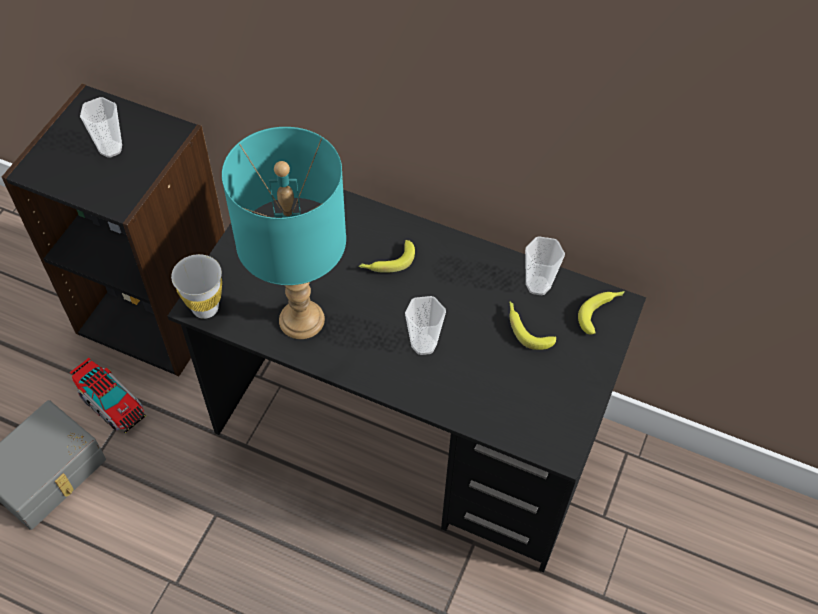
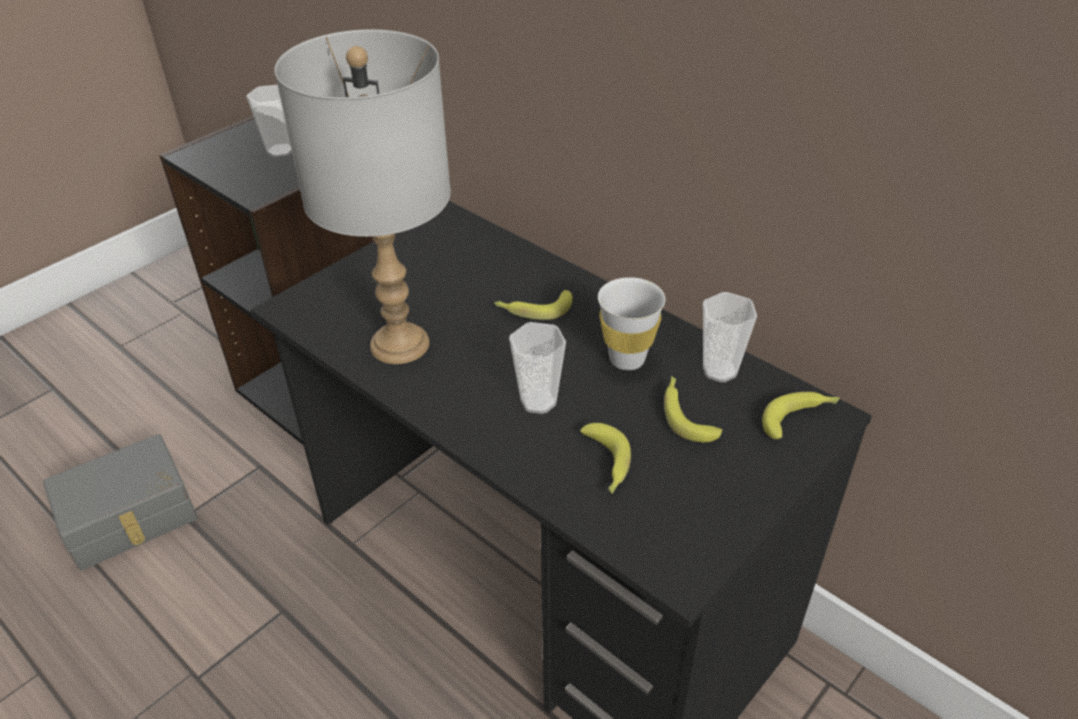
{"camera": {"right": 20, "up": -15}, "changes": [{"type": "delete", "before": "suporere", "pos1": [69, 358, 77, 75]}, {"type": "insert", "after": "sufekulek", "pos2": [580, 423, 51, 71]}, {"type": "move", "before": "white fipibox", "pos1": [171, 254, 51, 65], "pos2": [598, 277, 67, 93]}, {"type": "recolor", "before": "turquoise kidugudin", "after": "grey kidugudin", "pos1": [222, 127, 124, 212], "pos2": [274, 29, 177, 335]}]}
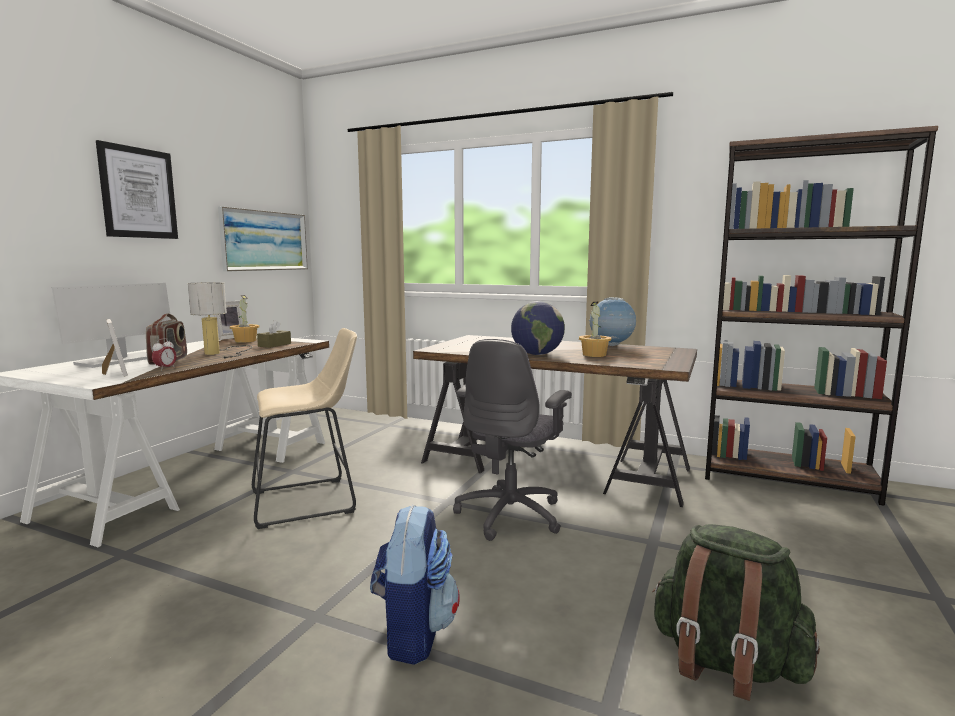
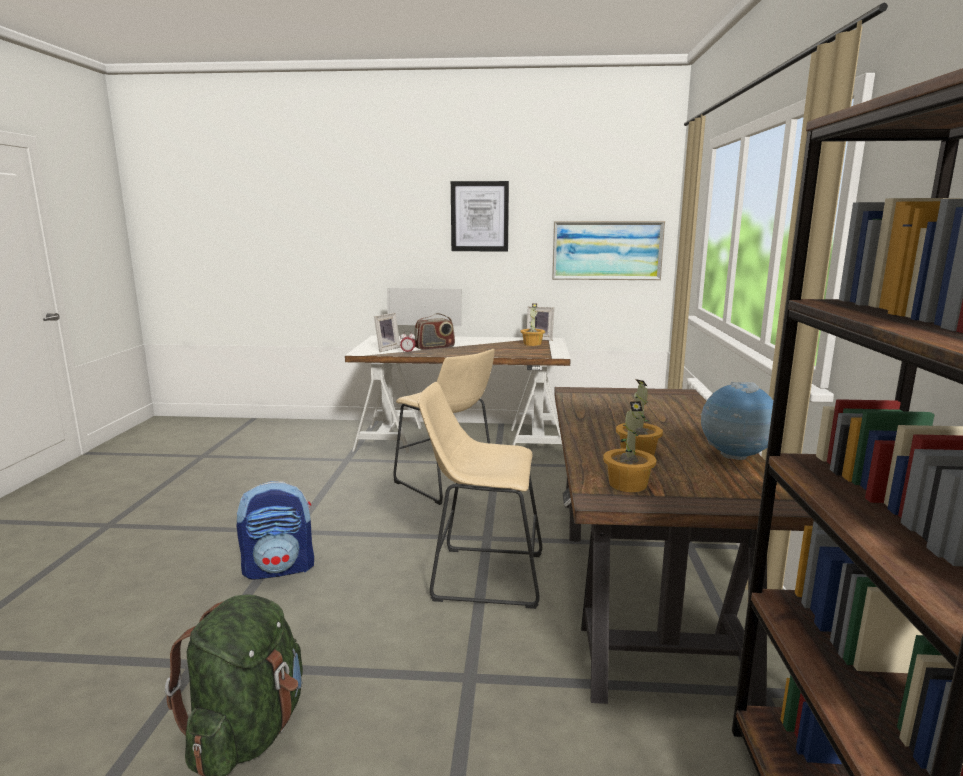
{"camera": {"right": 70, "up": 5}, "changes": [{"type": "delete", "before": "kidugudin", "pos1": [187, 282, 65, 77]}, {"type": "delete", "before": "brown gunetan", "pos1": [257, 320, 34, 28]}, {"type": "delete", "before": "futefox", "pos1": [511, 301, 54, 54]}, {"type": "insert", "after": "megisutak", "pos2": [603, 401, 54, 91]}, {"type": "replace", "before": "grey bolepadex", "after": "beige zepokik", "pos1": [453, 339, 119, 202], "pos2": [418, 382, 124, 227]}]}
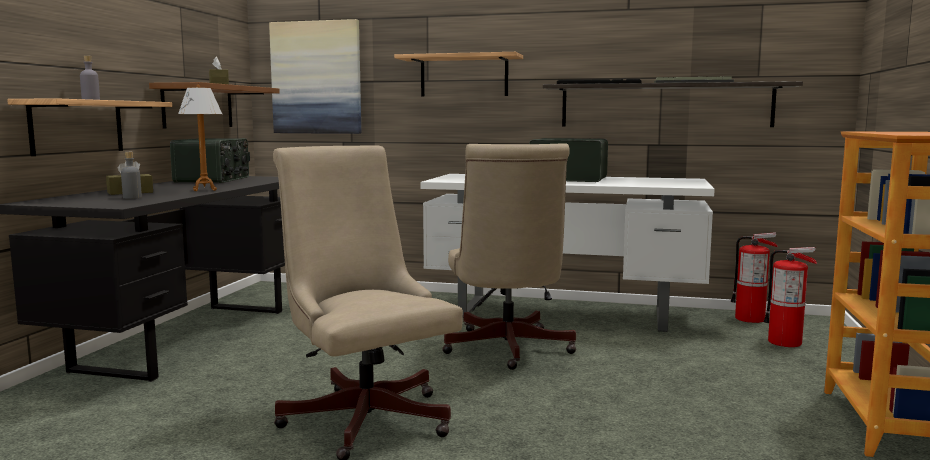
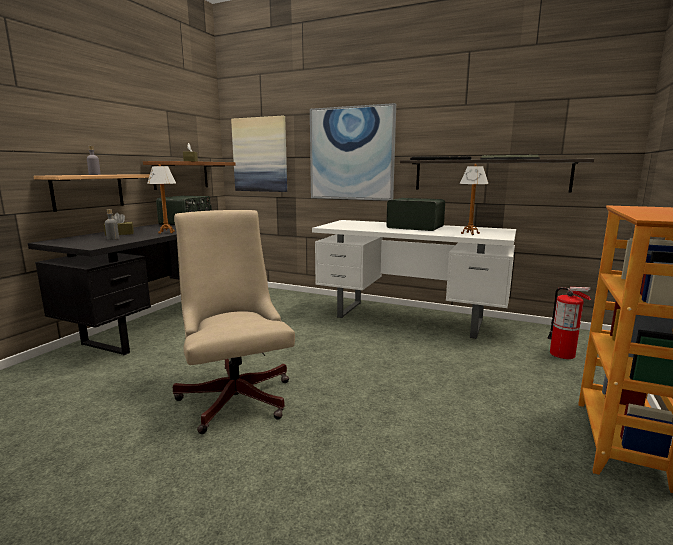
{"camera": {"right": 10, "up": 5}, "changes": [{"type": "delete", "before": "beige bolepadex", "pos1": [442, 143, 134, 227]}, {"type": "delete", "before": "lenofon", "pos1": [730, 232, 48, 91]}, {"type": "insert", "after": "kidugudin", "pos2": [460, 164, 28, 71]}, {"type": "replace", "before": "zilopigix", "after": "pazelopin", "pos1": [394, 52, 129, 45], "pos2": [310, 103, 86, 98]}]}
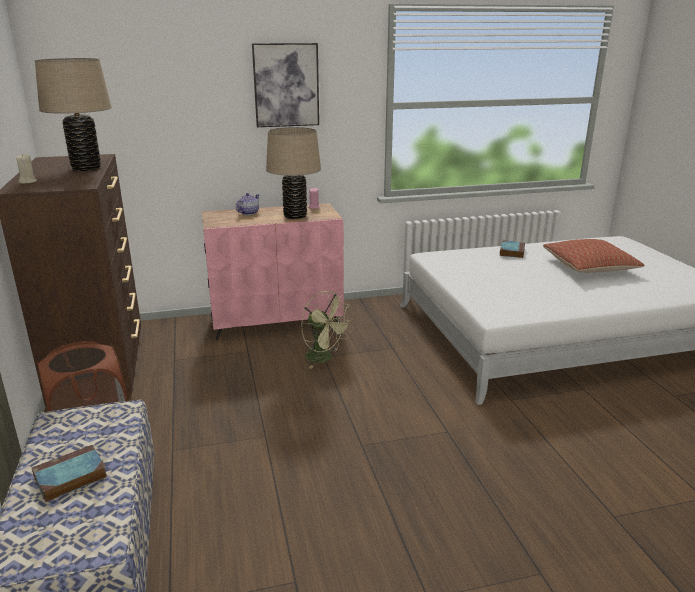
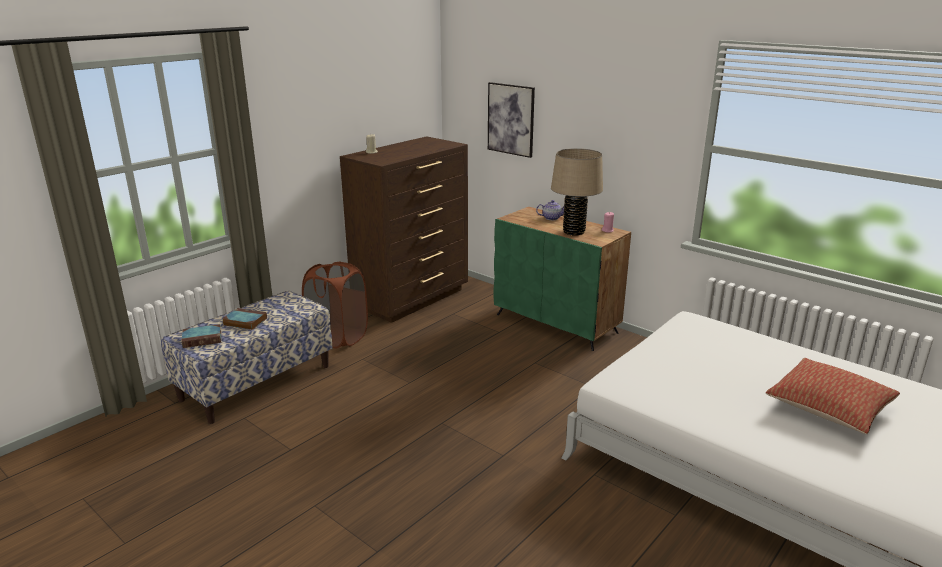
{"camera": {"right": 55, "up": 0}, "changes": [{"type": "delete", "before": "beige kidugudin", "pos1": [35, 58, 77, 113]}, {"type": "delete", "before": "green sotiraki", "pos1": [301, 291, 51, 78]}, {"type": "move", "before": "pazelopin", "pos1": [252, 43, 67, 84], "pos2": [488, 82, 47, 76]}, {"type": "move", "before": "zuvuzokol", "pos1": [500, 240, 25, 18], "pos2": [181, 324, 40, 24]}, {"type": "recolor", "before": "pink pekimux", "after": "green pekimux", "pos1": [202, 203, 142, 137], "pos2": [494, 207, 137, 144]}]}
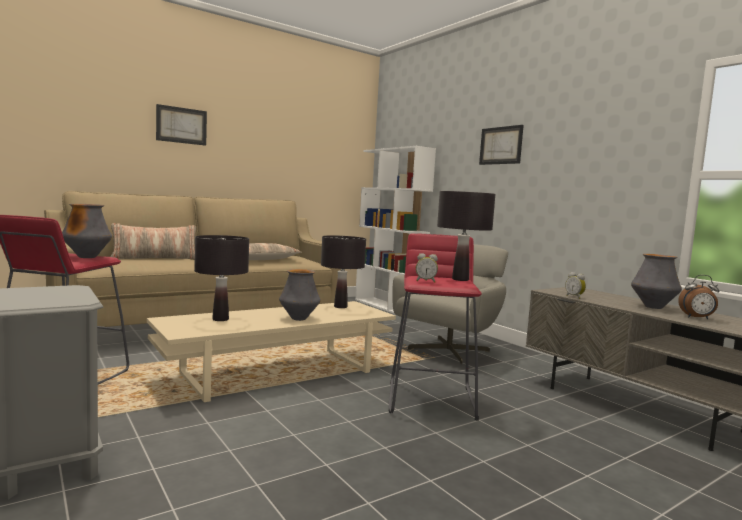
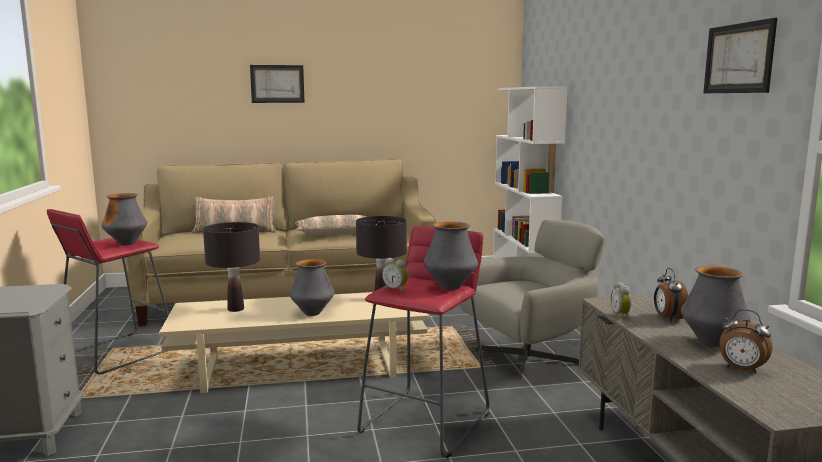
{"camera": {"right": 25, "up": 5}, "changes": [{"type": "insert", "after": "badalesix", "pos2": [654, 268, 34, 54]}, {"type": "move", "before": "pazelopin", "pos1": [479, 125, 45, 40], "pos2": [703, 18, 74, 75]}, {"type": "replace", "before": "black kidugudin", "after": "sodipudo", "pos1": [437, 191, 58, 90], "pos2": [424, 221, 54, 69]}]}
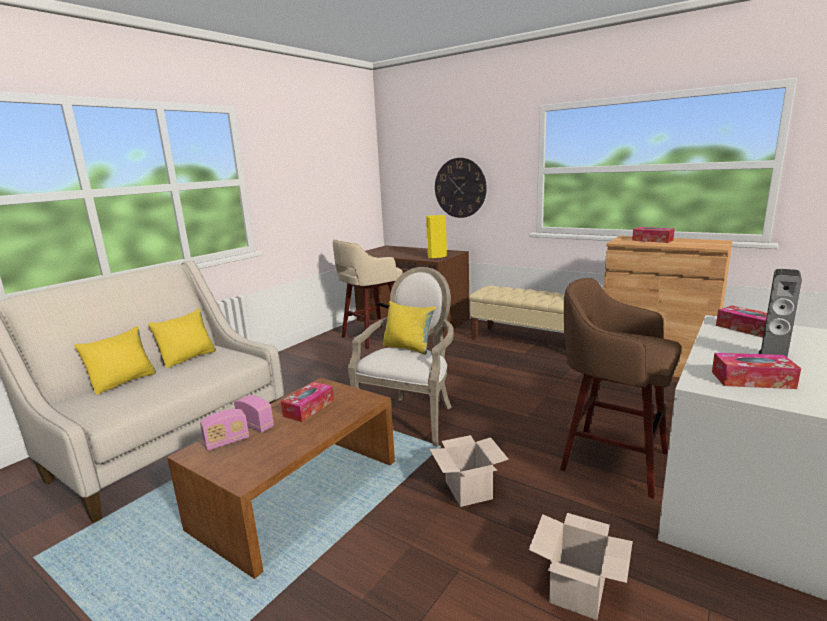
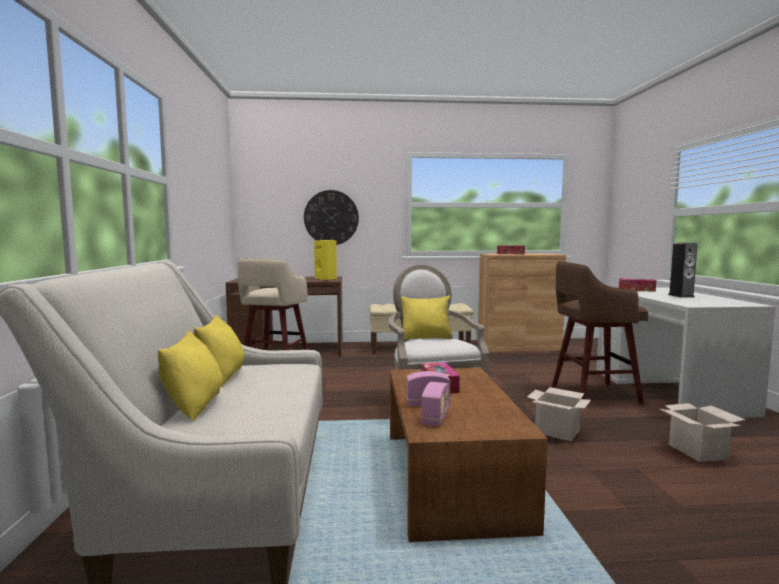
{"camera": {"right": -40, "up": -10}, "changes": [{"type": "delete", "before": "gunetan", "pos1": [712, 353, 89, 36]}]}
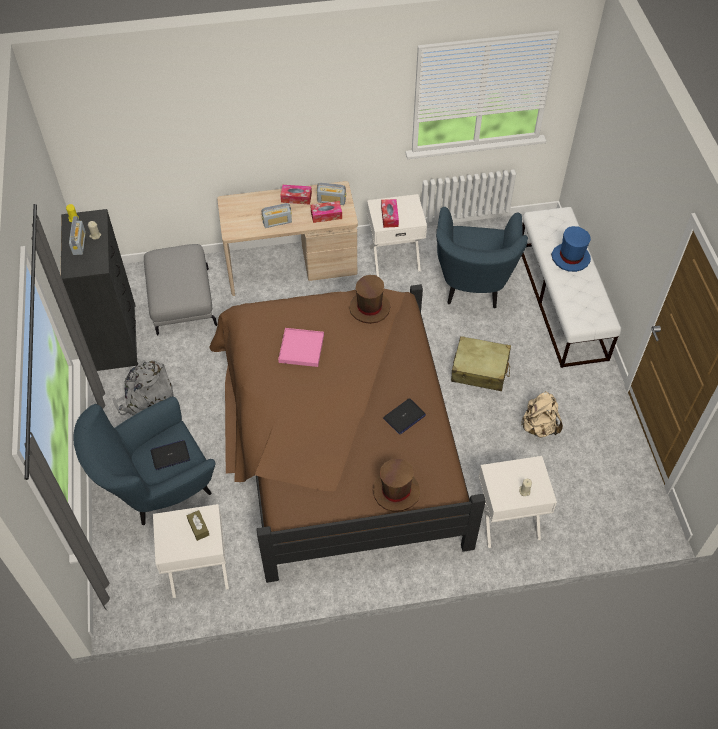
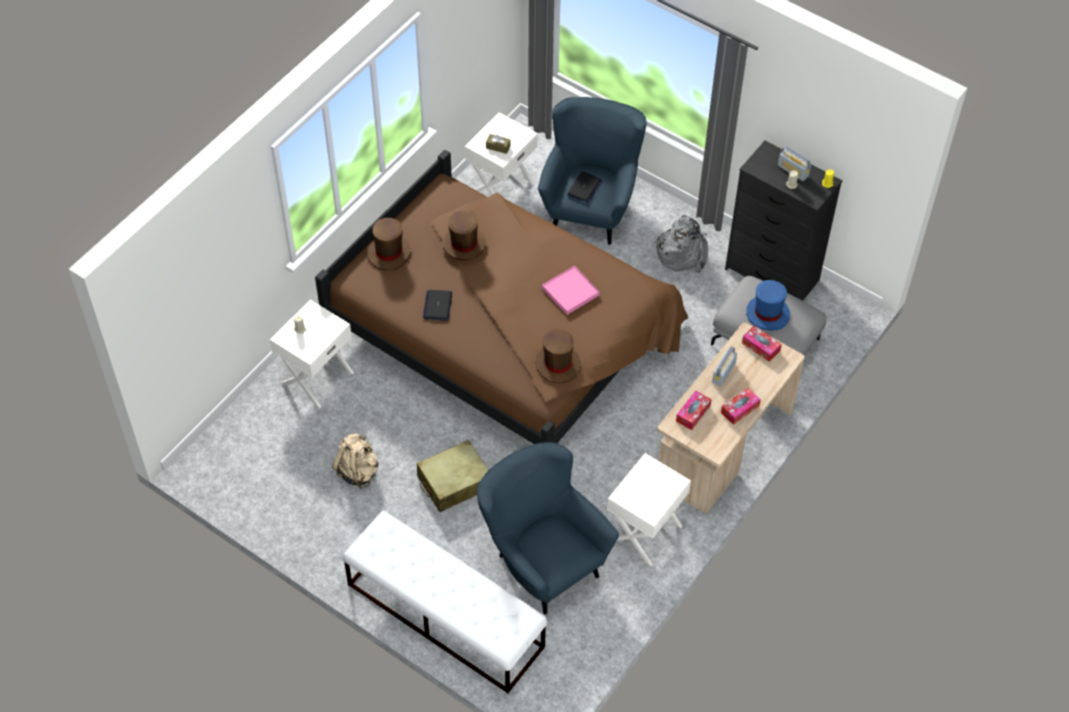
{"camera": {"right": 135, "up": 0}, "changes": [{"type": "delete", "before": "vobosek", "pos1": [317, 183, 29, 22]}, {"type": "insert", "after": "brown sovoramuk", "pos2": [443, 210, 43, 50]}, {"type": "move", "before": "gunetan", "pos1": [381, 199, 18, 29], "pos2": [742, 325, 40, 37]}, {"type": "move", "before": "blue sovoramuk", "pos1": [551, 226, 40, 46], "pos2": [746, 280, 44, 51]}]}
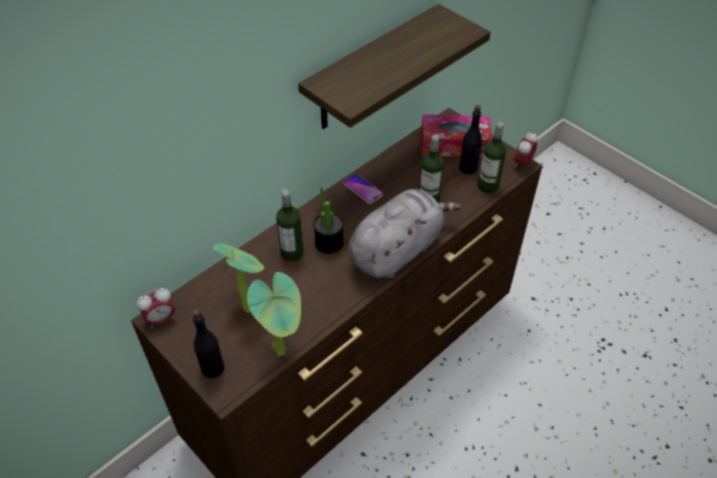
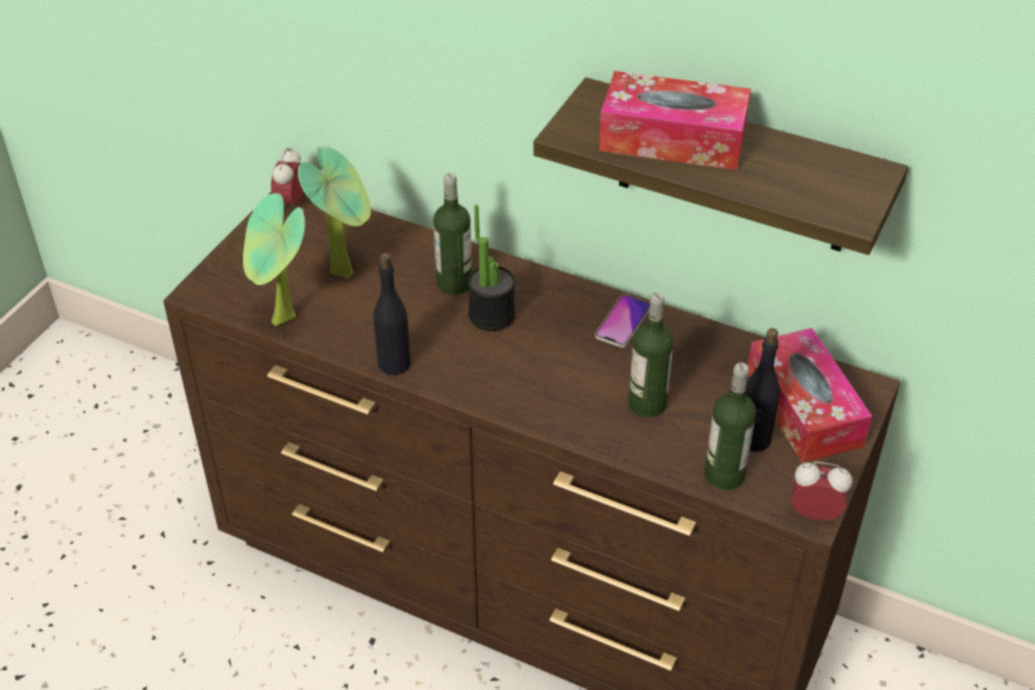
{"camera": {"right": 70, "up": -5}, "changes": [{"type": "delete", "before": "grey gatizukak", "pos1": [348, 189, 113, 89]}, {"type": "insert", "after": "gunetan", "pos2": [599, 71, 152, 99]}, {"type": "move", "before": "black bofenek", "pos1": [193, 310, 32, 68], "pos2": [373, 253, 38, 122]}, {"type": "rotate", "before": "badalesix", "pos1": [137, 288, 38, 40], "pos2": [271, 147, 32, 58], "turn": 60}]}
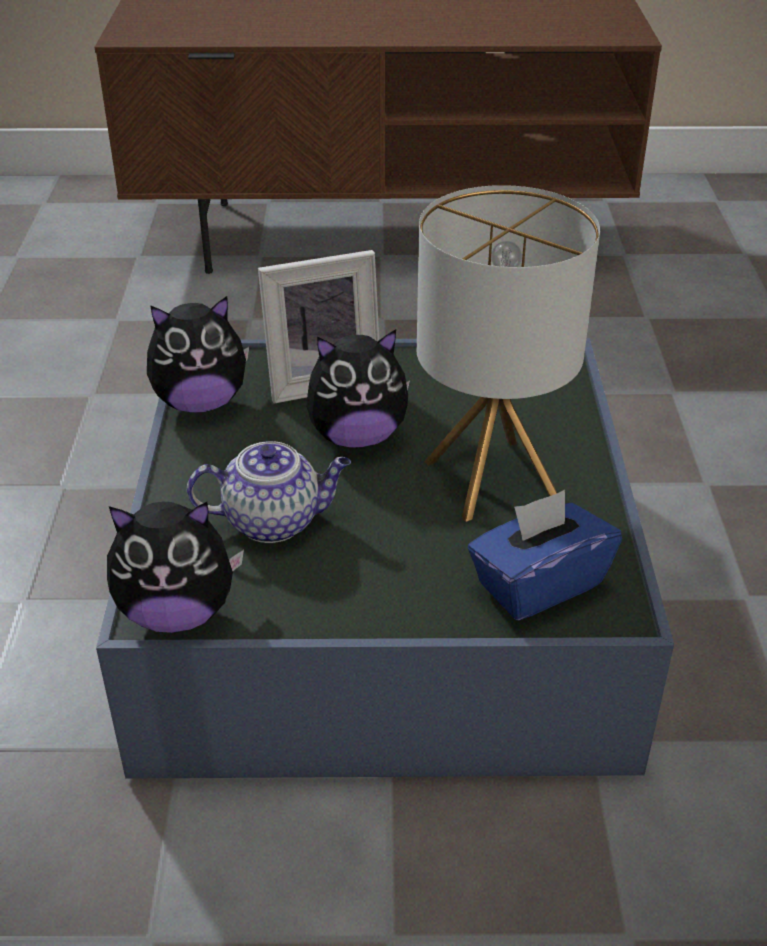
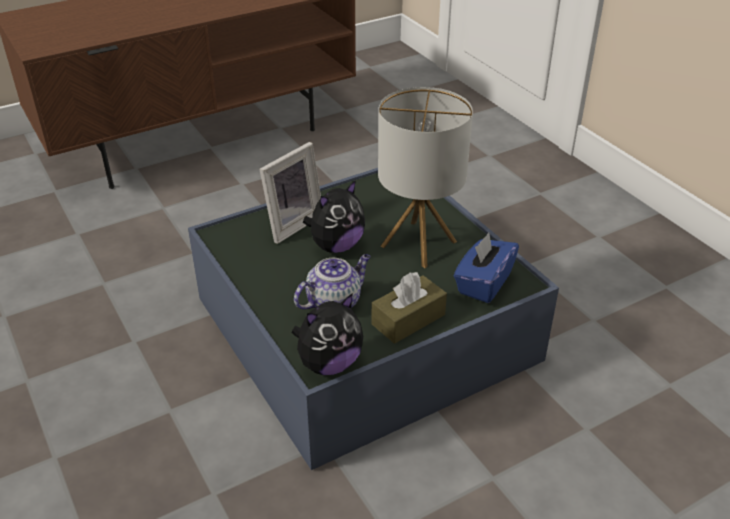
{"camera": {"right": -30, "up": 0}, "changes": [{"type": "delete", "before": "gatizukak", "pos1": [147, 296, 102, 117]}, {"type": "insert", "after": "brown gunetan", "pos2": [372, 272, 75, 72]}]}
